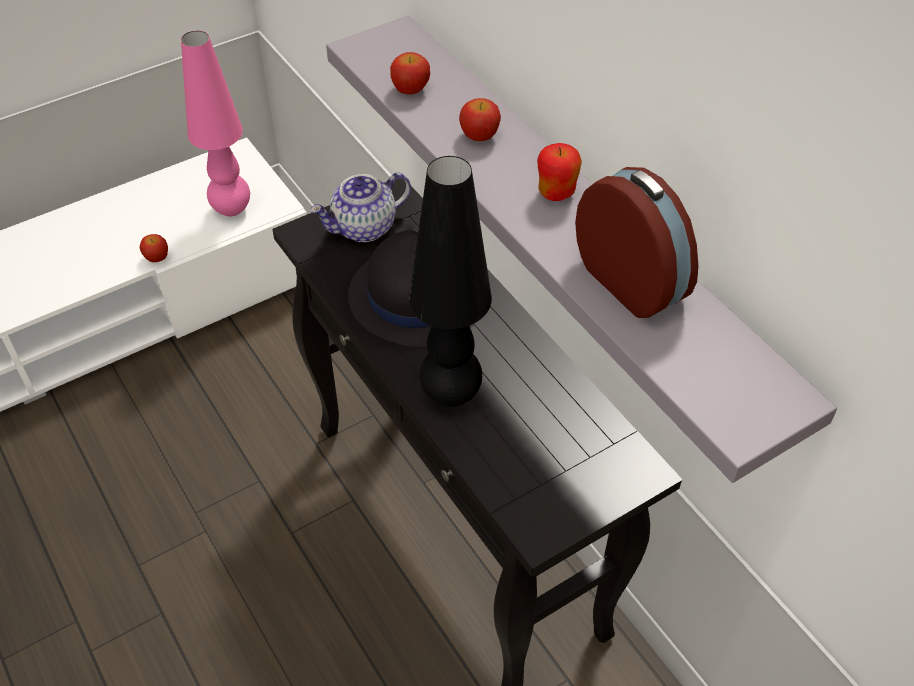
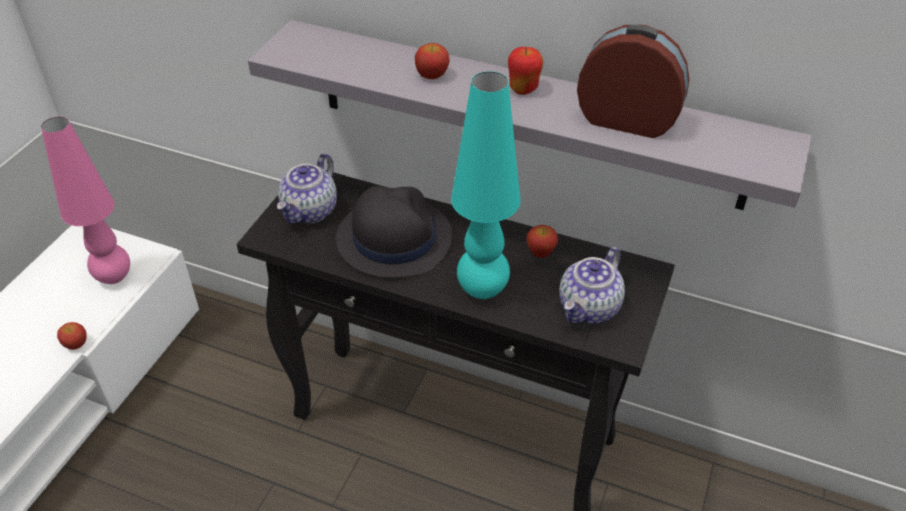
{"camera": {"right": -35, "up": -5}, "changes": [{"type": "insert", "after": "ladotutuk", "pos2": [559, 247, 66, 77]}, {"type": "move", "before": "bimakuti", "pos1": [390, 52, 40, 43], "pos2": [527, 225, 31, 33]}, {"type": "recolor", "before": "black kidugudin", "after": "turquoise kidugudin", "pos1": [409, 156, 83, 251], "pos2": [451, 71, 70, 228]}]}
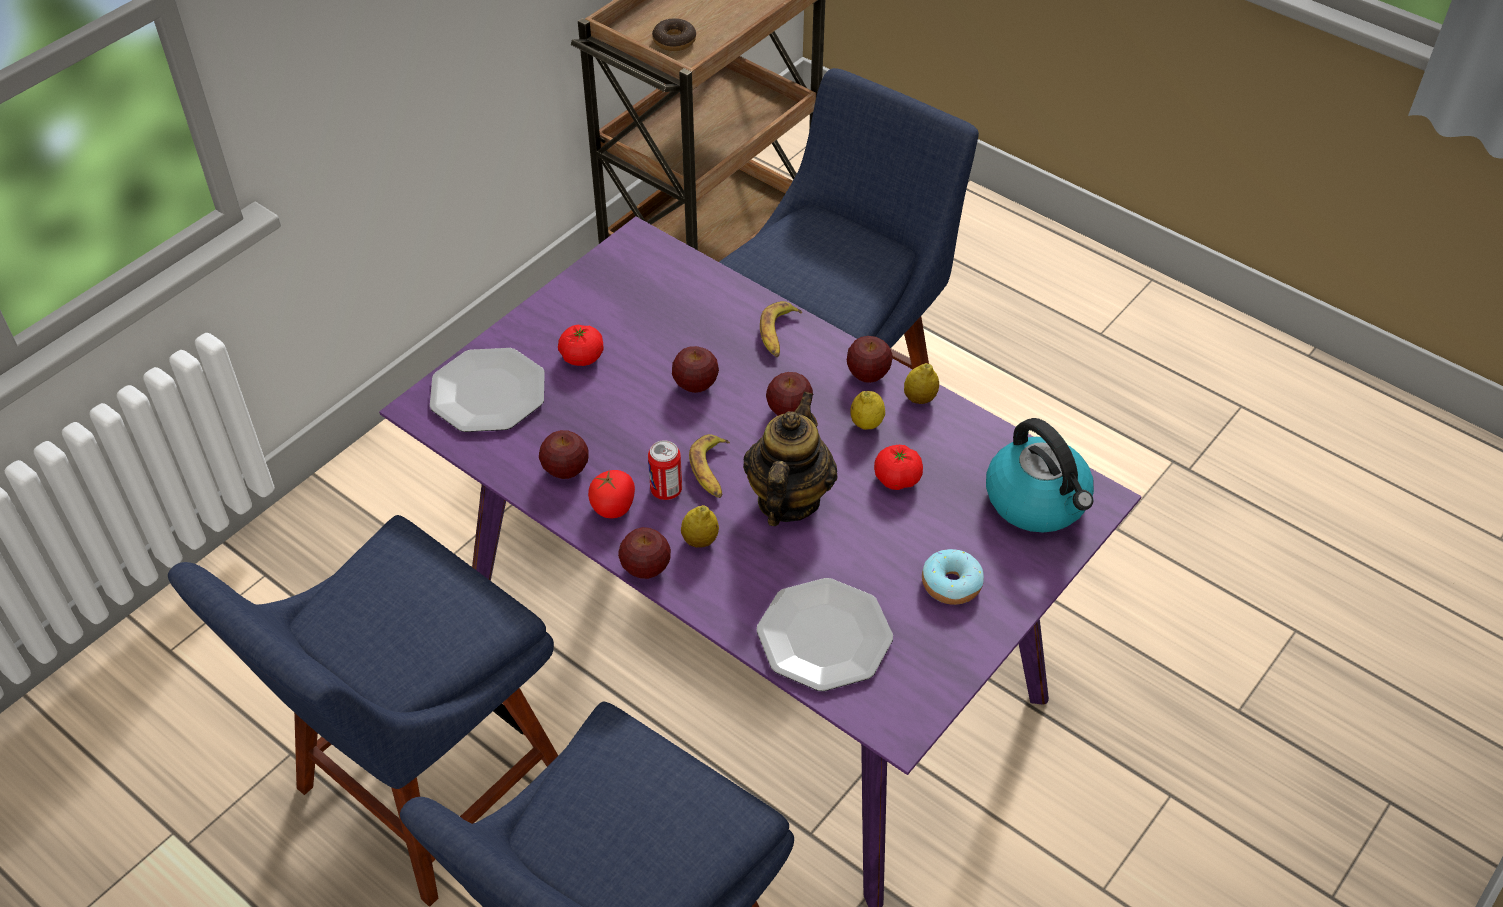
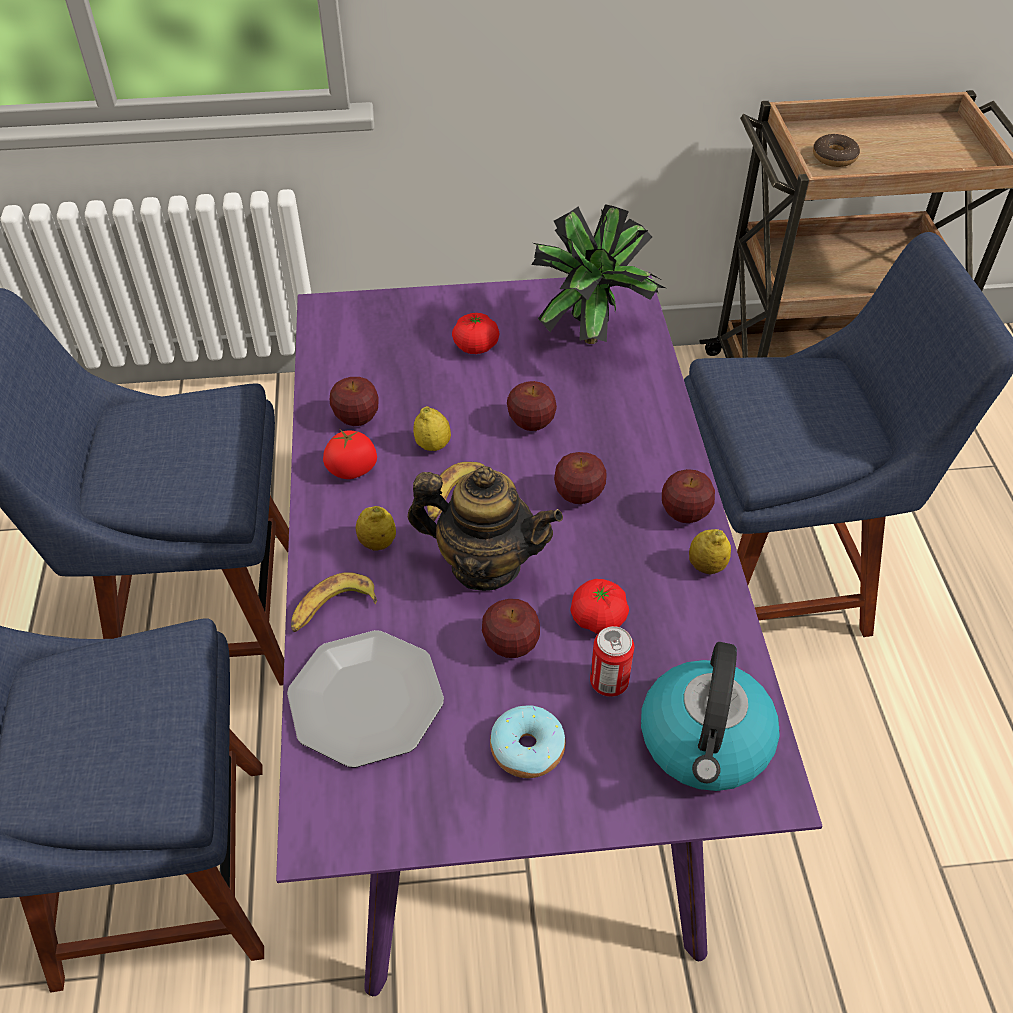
{"camera": {"right": 45, "up": 0}, "changes": [{"type": "delete", "before": "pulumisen", "pos1": [430, 348, 115, 84]}, {"type": "insert", "after": "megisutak", "pos2": [531, 204, 134, 140]}, {"type": "move", "before": "bimakuti", "pos1": [618, 527, 53, 52], "pos2": [482, 599, 58, 59]}, {"type": "move", "before": "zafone", "pos1": [648, 440, 34, 60], "pos2": [590, 626, 44, 71]}, {"type": "move", "before": "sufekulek", "pos1": [760, 301, 42, 56], "pos2": [291, 572, 86, 60]}, {"type": "move", "before": "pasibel", "pos1": [850, 391, 35, 39], "pos2": [413, 406, 38, 45]}, {"type": "rotate", "before": "ladotutuk", "pos1": [743, 391, 95, 135], "pos2": [408, 466, 155, 125], "turn": 45}]}
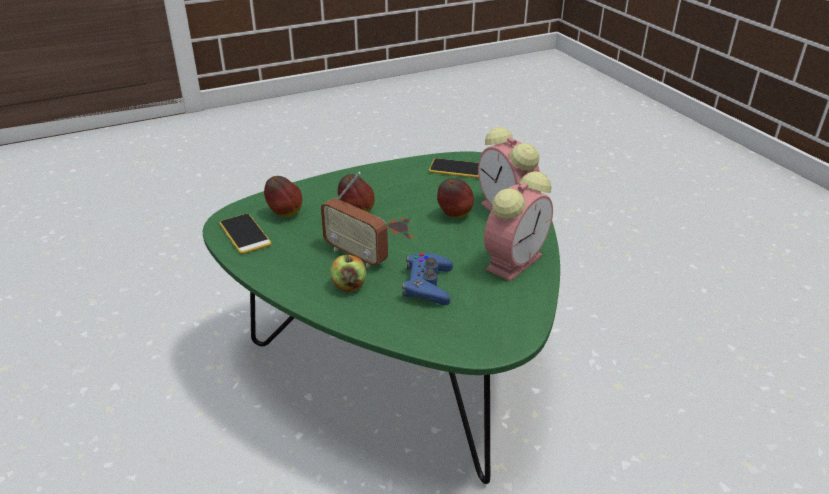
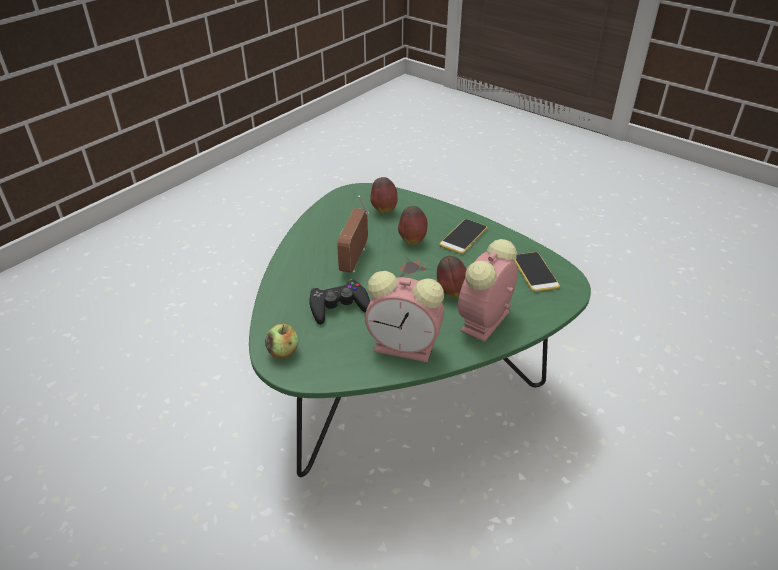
{"camera": {"right": 65, "up": 5}, "changes": [{"type": "move", "before": "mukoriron", "pos1": [220, 214, 51, 40], "pos2": [439, 219, 48, 35]}, {"type": "move", "before": "bimakuti", "pos1": [331, 252, 35, 40], "pos2": [265, 324, 33, 35]}, {"type": "recolor", "before": "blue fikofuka", "after": "black fikofuka", "pos1": [402, 253, 51, 52], "pos2": [309, 279, 61, 46]}]}
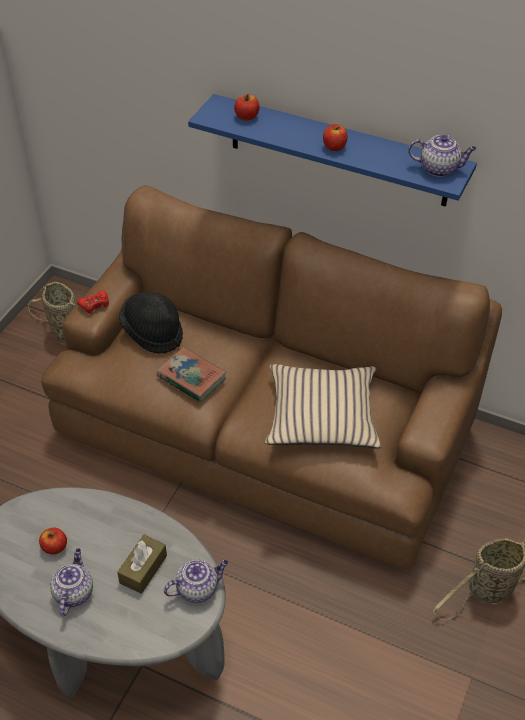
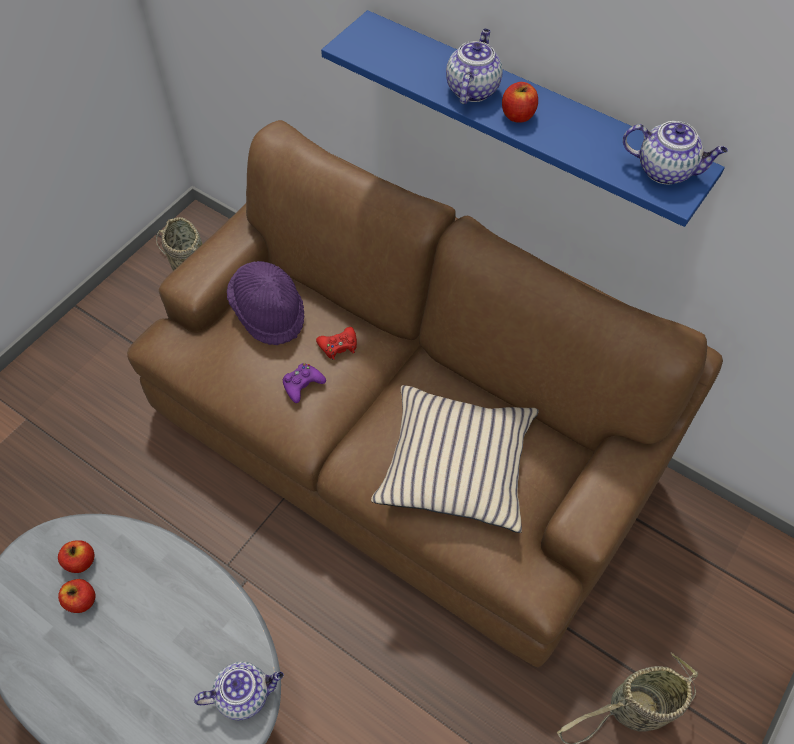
{"camera": {"right": 10, "up": 10}, "changes": [{"type": "delete", "before": "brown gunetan", "pos1": [117, 535, 50, 59]}, {"type": "move", "before": "ladotutuk", "pos1": [50, 548, 43, 68], "pos2": [446, 29, 57, 75]}, {"type": "move", "before": "red fikofuka", "pos1": [77, 290, 32, 24], "pos2": [316, 327, 41, 33]}, {"type": "move", "before": "bimakuti", "pos1": [234, 94, 25, 26], "pos2": [58, 540, 36, 33]}, {"type": "replace", "before": "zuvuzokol", "after": "purple fikofuka", "pos1": [157, 347, 70, 55], "pos2": [283, 363, 43, 40]}, {"type": "recolor", "before": "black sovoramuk", "after": "purple sovoramuk", "pos1": [119, 291, 64, 63], "pos2": [227, 261, 77, 84]}]}
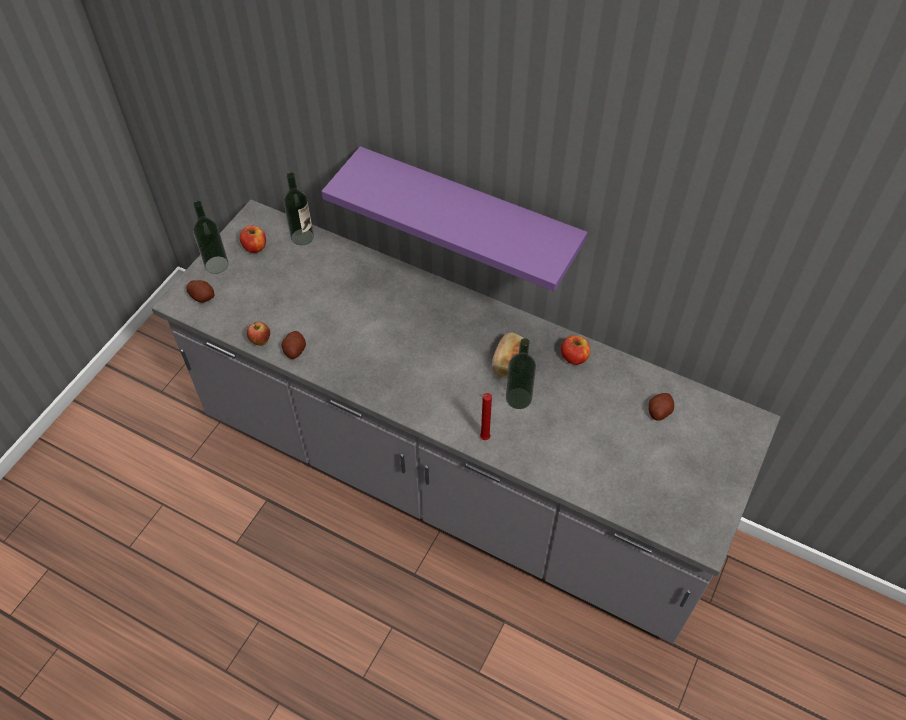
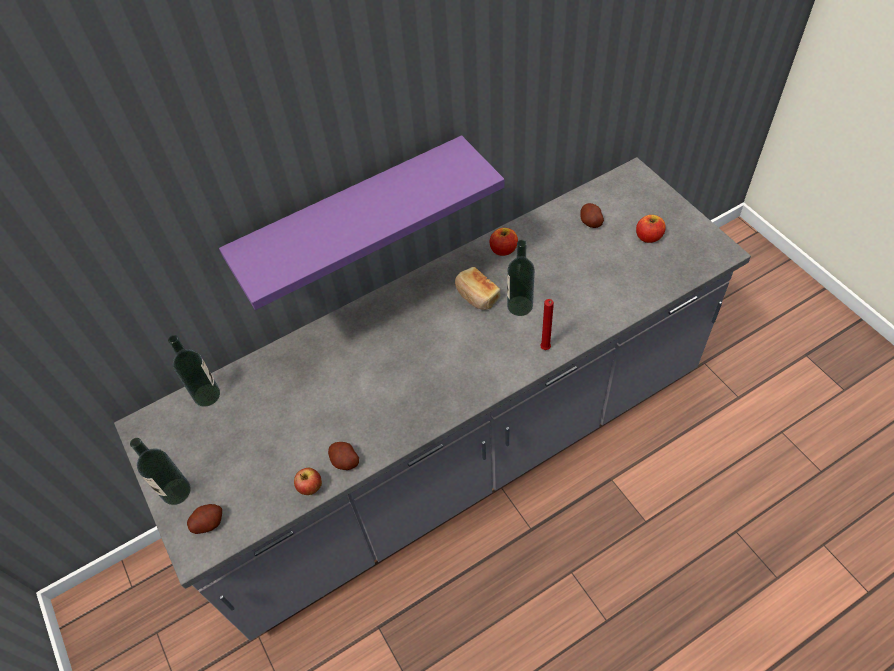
{"camera": {"right": -55, "up": 0}, "changes": [{"type": "move", "before": "bimakuti", "pos1": [240, 225, 26, 28], "pos2": [636, 215, 30, 28]}]}
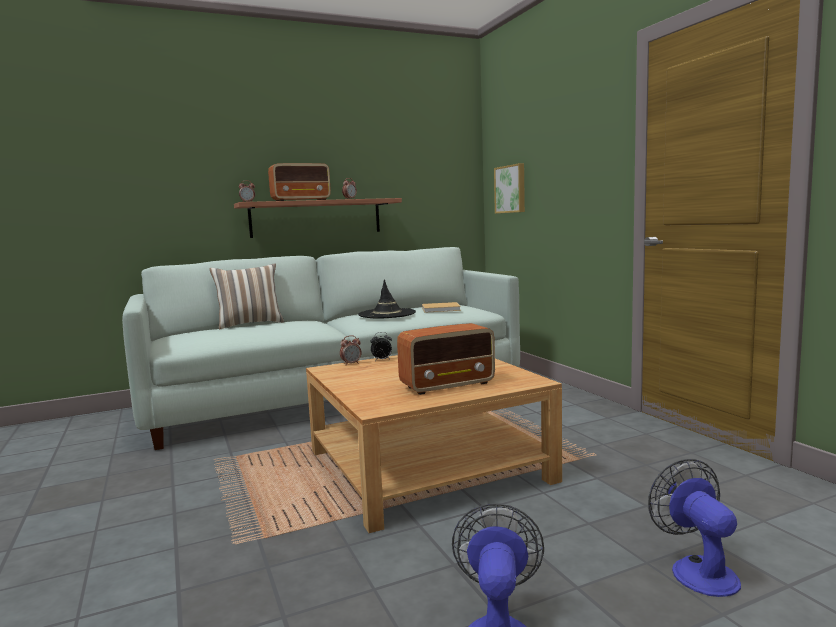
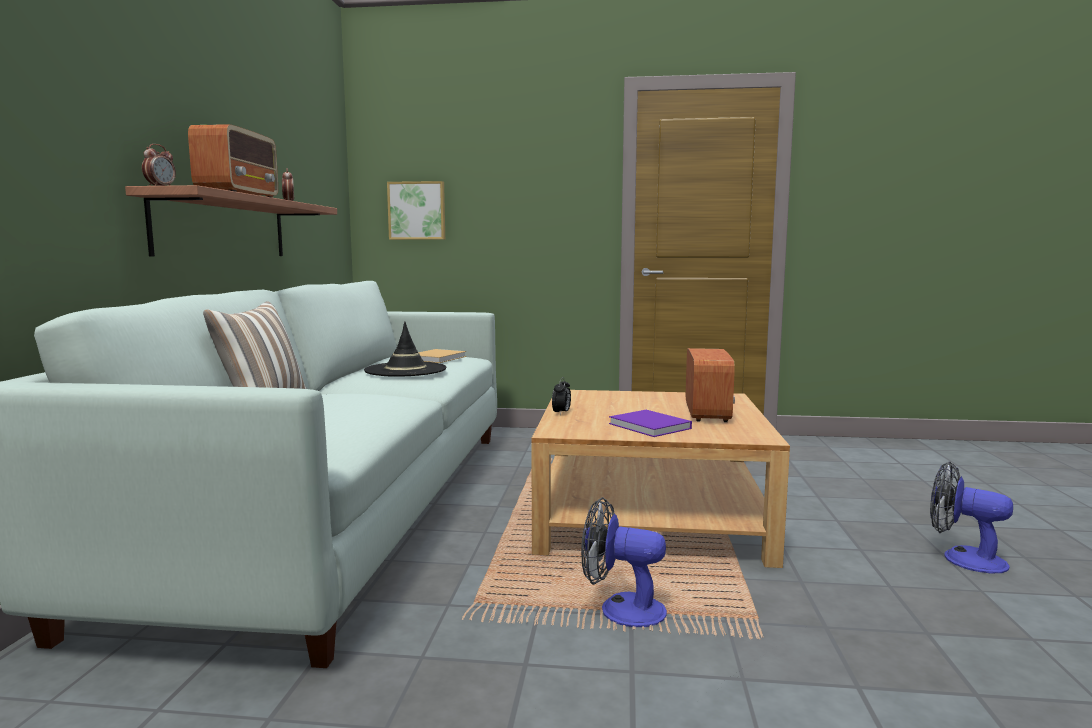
{"camera": {"right": -60, "up": 0}, "changes": [{"type": "delete", "before": "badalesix", "pos1": [340, 335, 22, 30]}, {"type": "insert", "after": "purple zuvuzokol", "pos2": [609, 410, 83, 27]}, {"type": "move", "before": "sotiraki", "pos1": [648, 459, 93, 138], "pos2": [581, 497, 86, 130]}]}
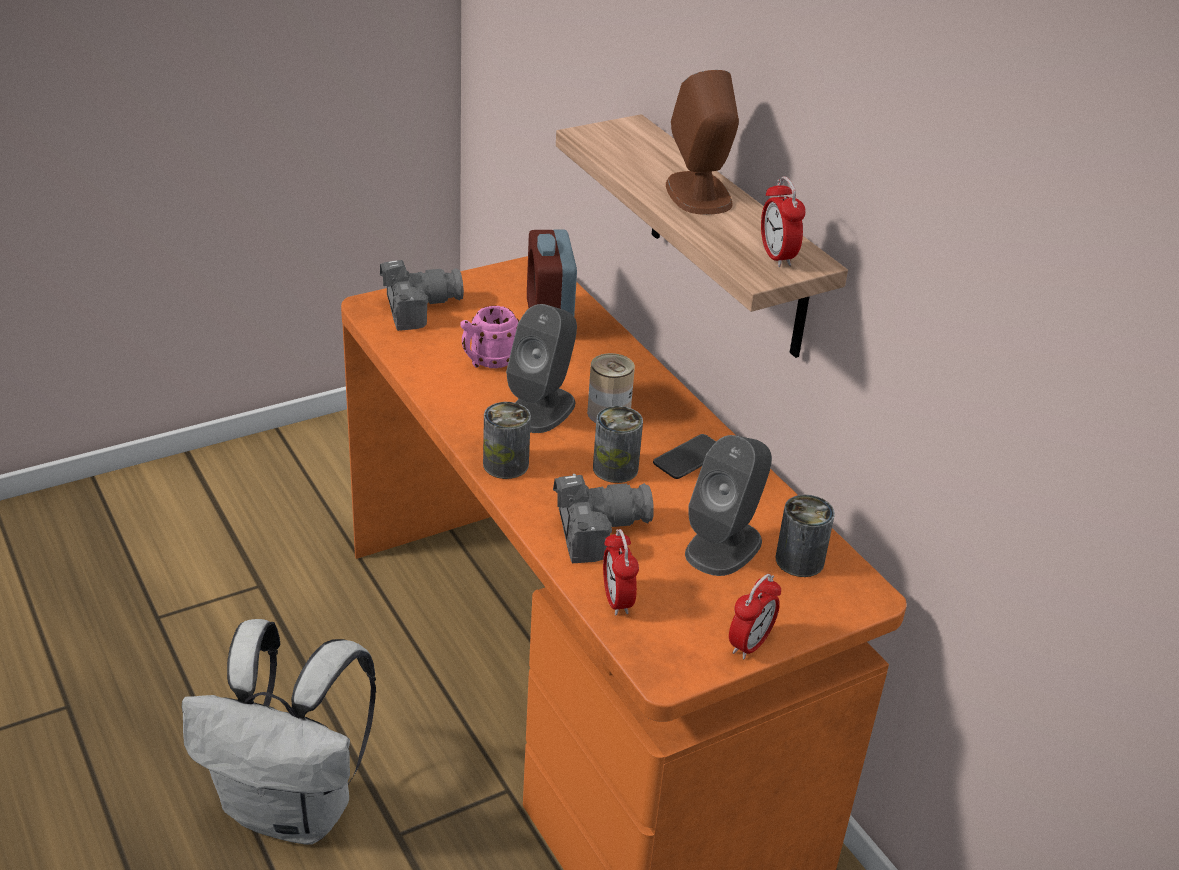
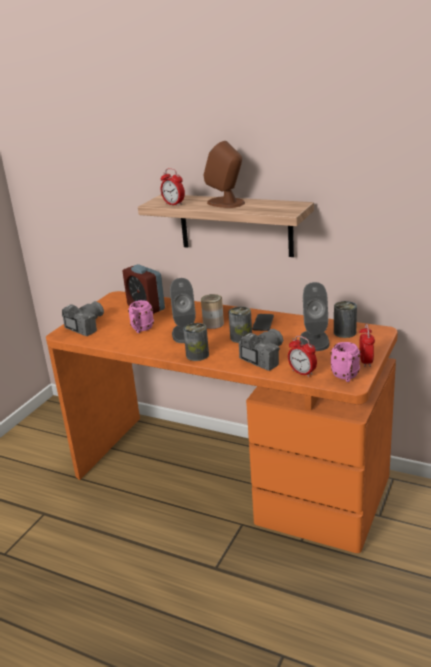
{"camera": {"right": -30, "up": -10}, "changes": [{"type": "delete", "before": "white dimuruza", "pos1": [182, 619, 194, 226]}, {"type": "insert", "after": "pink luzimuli", "pos2": [330, 342, 31, 40]}, {"type": "move", "before": "badalesix", "pos1": [761, 176, 44, 91], "pos2": [161, 168, 24, 38]}]}
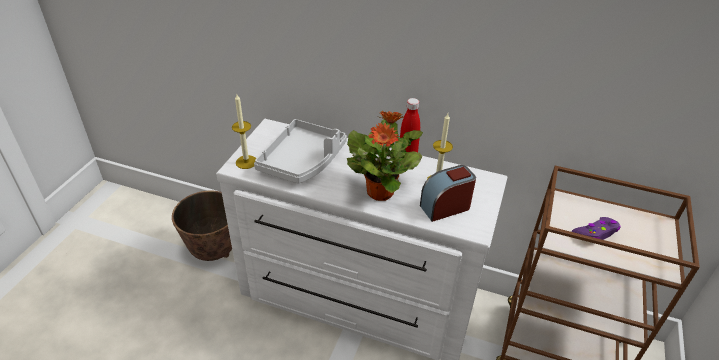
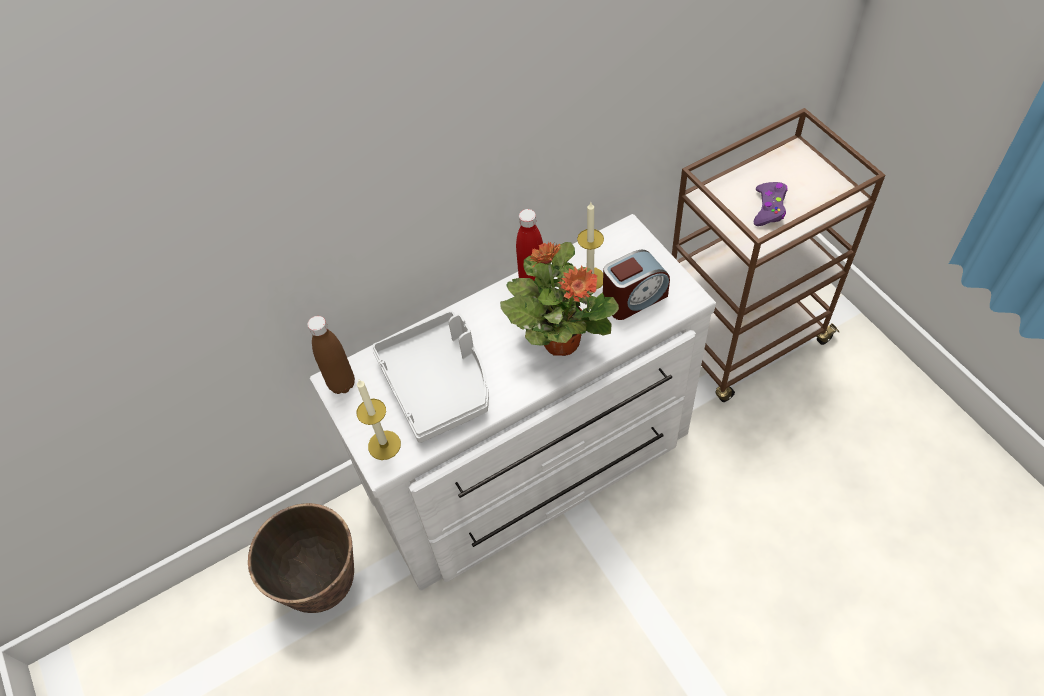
{"camera": {"right": -45, "up": 15}, "changes": [{"type": "insert", "after": "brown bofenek", "pos2": [307, 316, 48, 78]}, {"type": "rotate", "before": "badalesix", "pos1": [420, 165, 56, 57], "pos2": [603, 250, 67, 70], "turn": -135}]}
